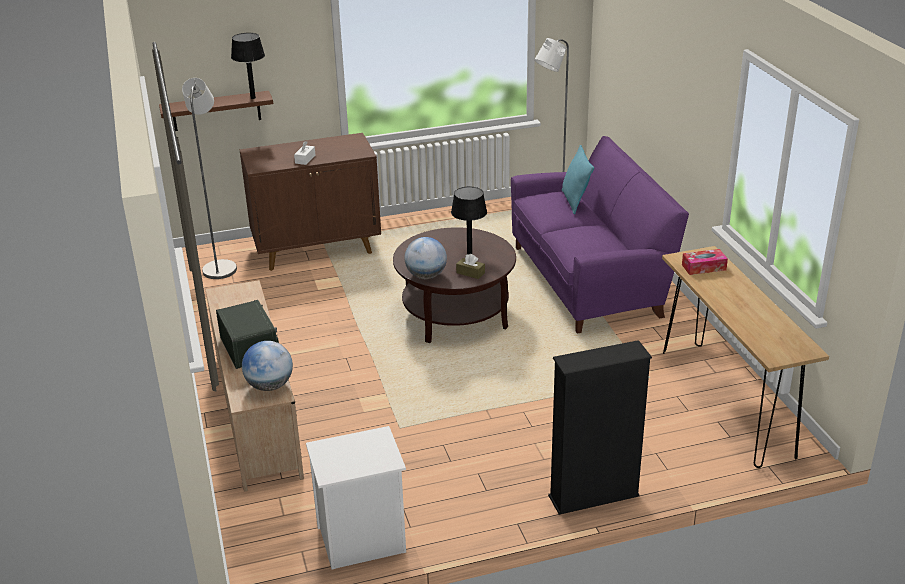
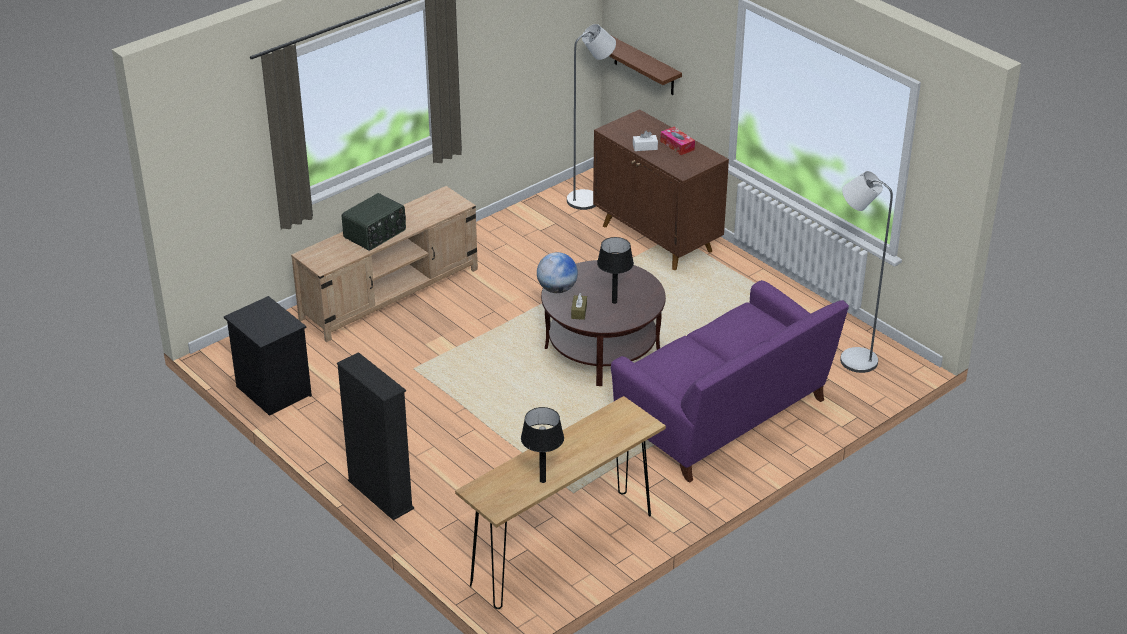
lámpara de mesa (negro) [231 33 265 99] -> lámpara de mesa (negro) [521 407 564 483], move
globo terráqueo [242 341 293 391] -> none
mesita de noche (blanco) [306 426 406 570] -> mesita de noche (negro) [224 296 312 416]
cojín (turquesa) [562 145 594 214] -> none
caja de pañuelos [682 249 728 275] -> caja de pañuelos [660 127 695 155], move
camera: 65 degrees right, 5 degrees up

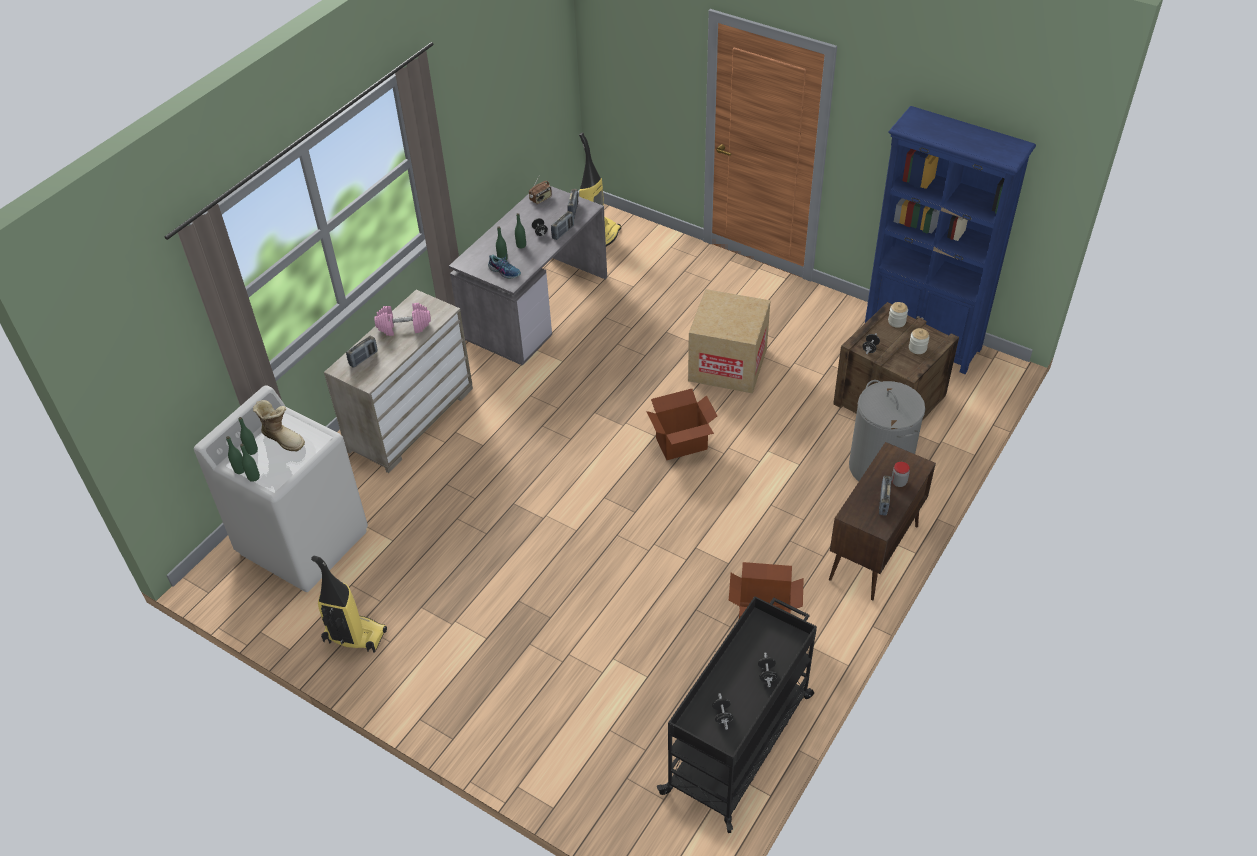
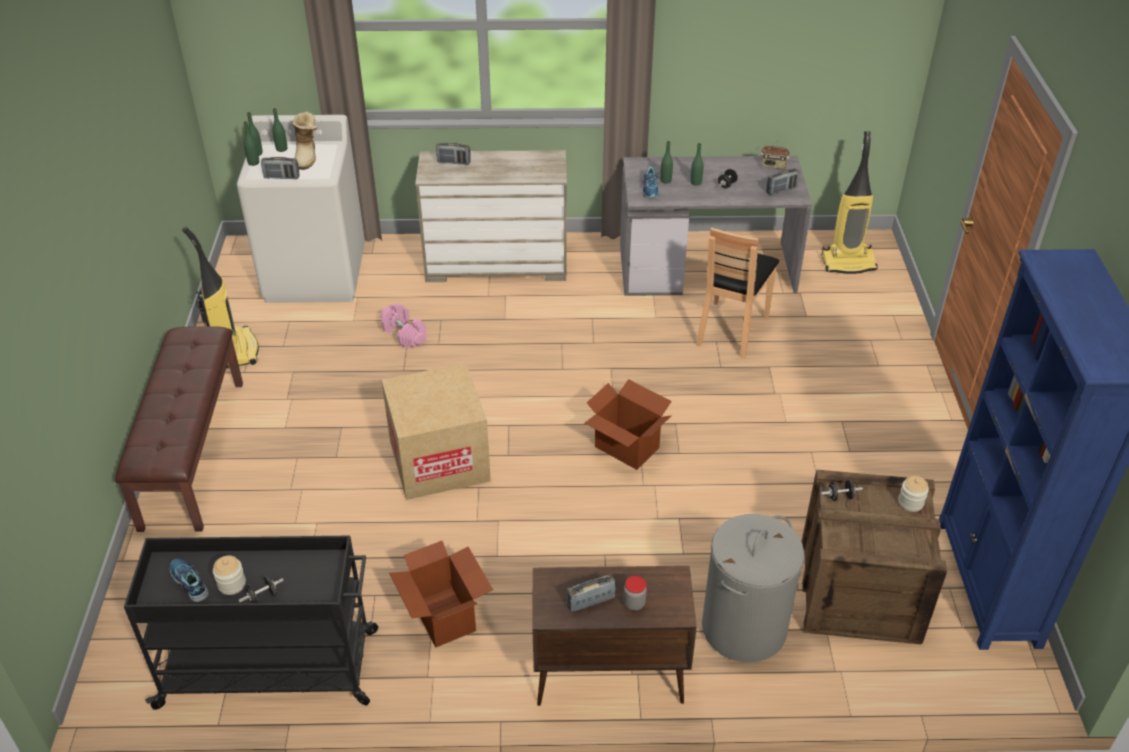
mancuerna (rosa) [374 303 431 336] -> mancuerna (rosa) [381 303 427 348], move
radio [551 211 574 240] -> radio [261 157 300 179], move
caja de cartón [688 289 771 393] -> caja de cartón [382 363 491 500], move
mancuerna (negro) [712 693 733 729] -> zapato [170 559 209 602]
tarro [909 328 929 354] -> tarro [213 555 246 595], move
none -> banco (marrón) [115 326 243 532]
none -> silla (marrón) [696 227 779 358]
camera: 55 degrees right, 5 degrees down

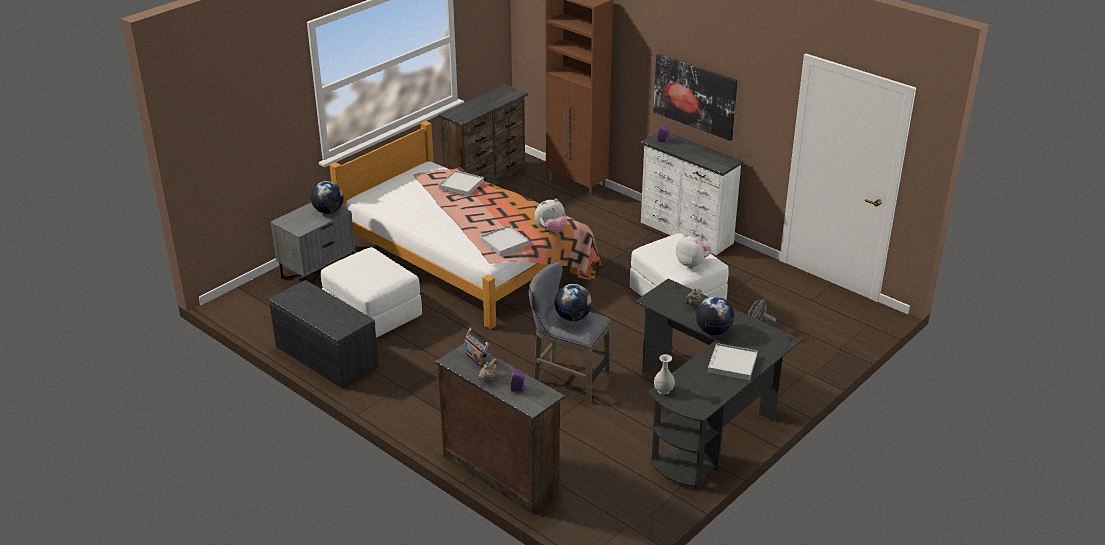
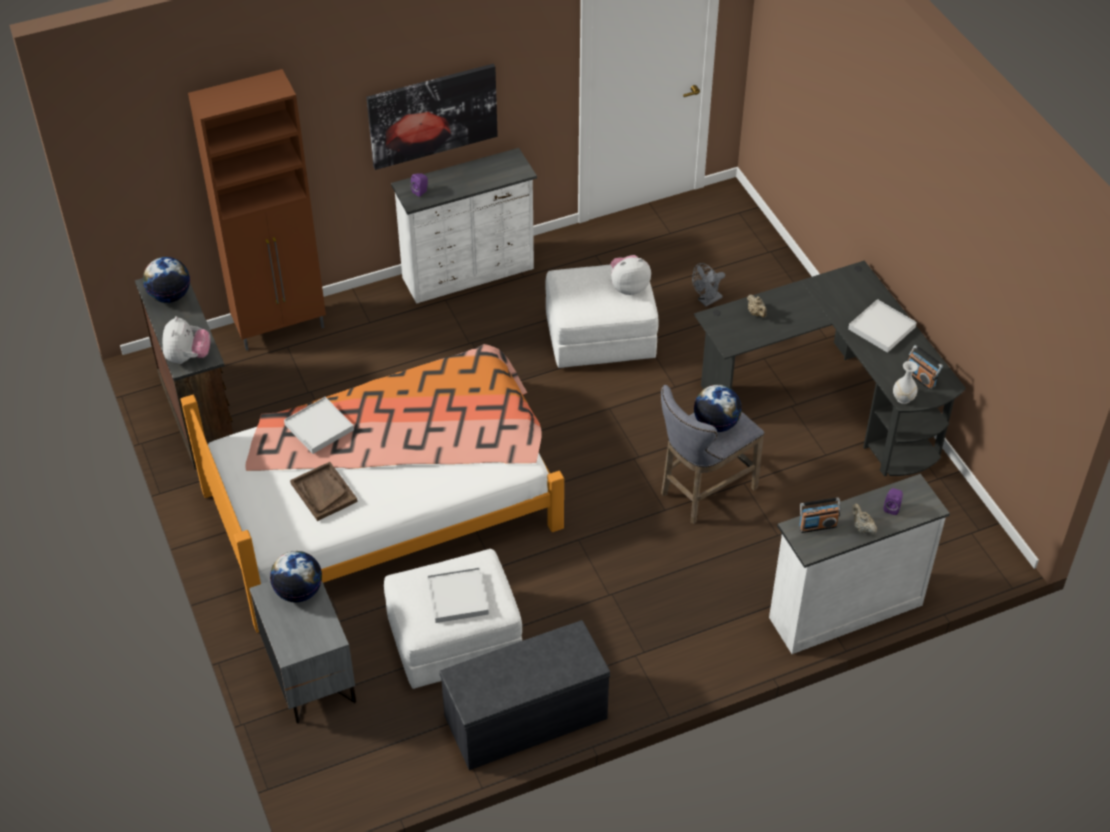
cómoda (marrón) [435 343 565 513] -> cómoda (blanco) [769 474 950 654]
bandeja (blanco) [480 225 530 256] -> bandeja (blanco) [427 567 489 623], move
peluche [535 199 567 234] -> peluche [163 316 210 364], move
globo terráqueo [695 297 734 335] -> globo terráqueo [143 257 190 303], move
none -> bandeja (marrón) [290 462 358 521]
none -> radio [905 345 943 390]
camera: 65 degrees left, 15 degrees up

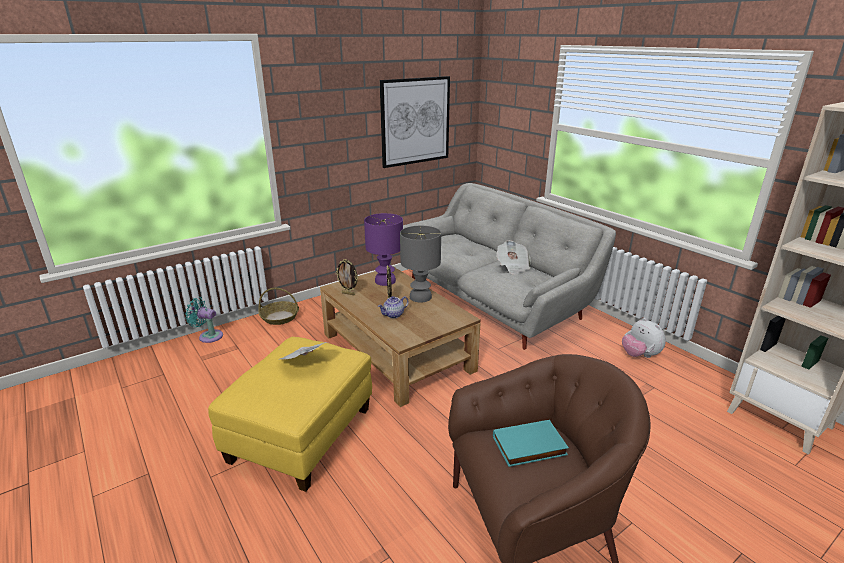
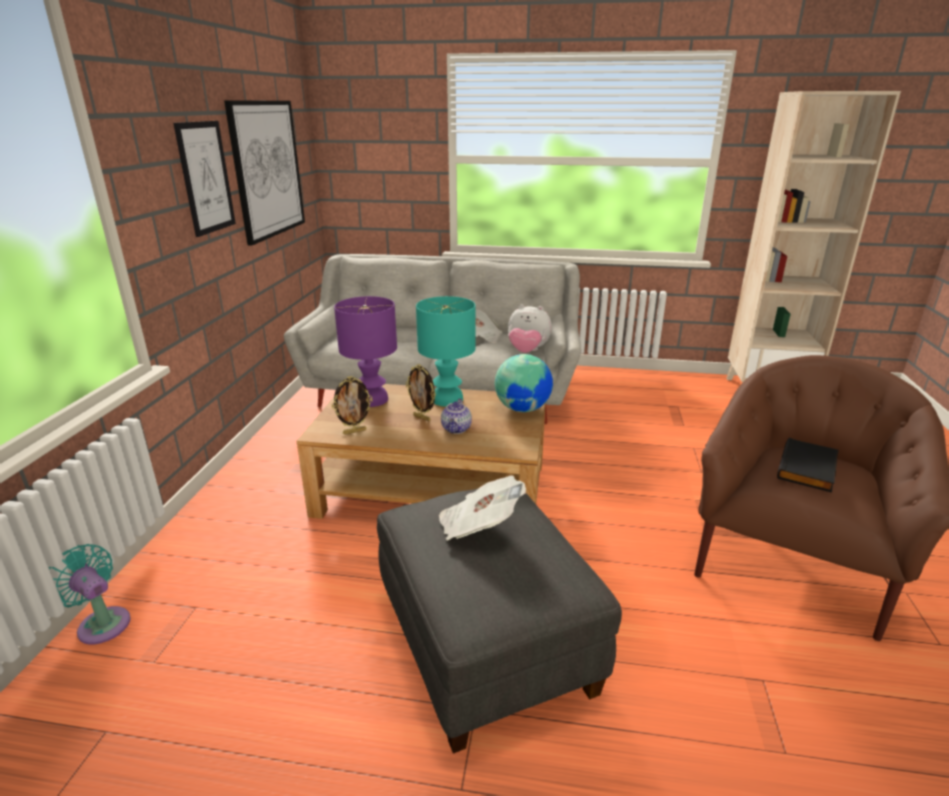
ventilador (turquesa) [185 297 223 343] -> ventilador (turquesa) [49 544 131 644], 60 degrees clockwise
puf (amarillo) [208 337 372 492] -> puf (gris) [377 489 622 754]
cesta [258 288 299 325] -> none
lámpara de mesa (gris) [400 226 441 303] -> lámpara de mesa (turquesa) [416 296 476 407]
libro (turquesa) [493 420 569 467] -> libro (negro) [777 438 839 493]
peluche [622 318 666 358] -> peluche [508 304 552 353], move
none -> cuadro [173 121 236 237]
none -> globo terráqueo [495 354 553 412]
camera: 45 degrees left, 0 degrees up

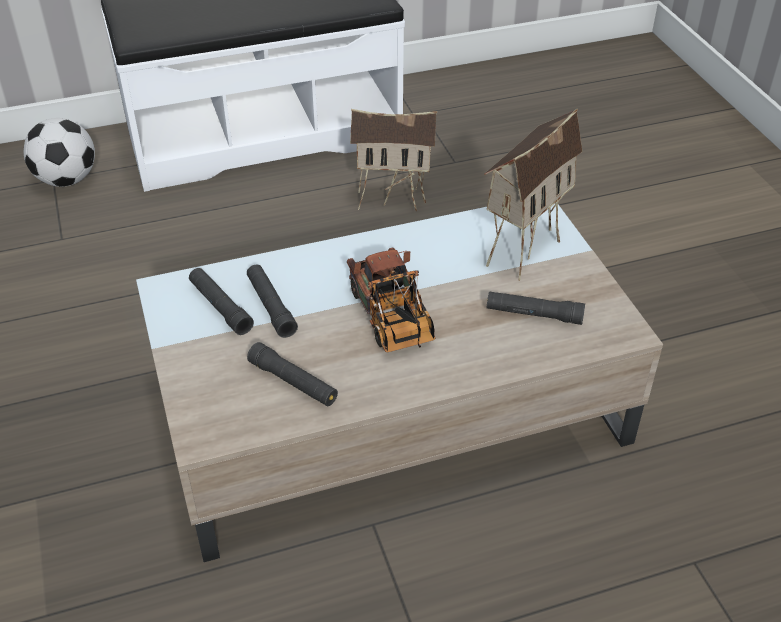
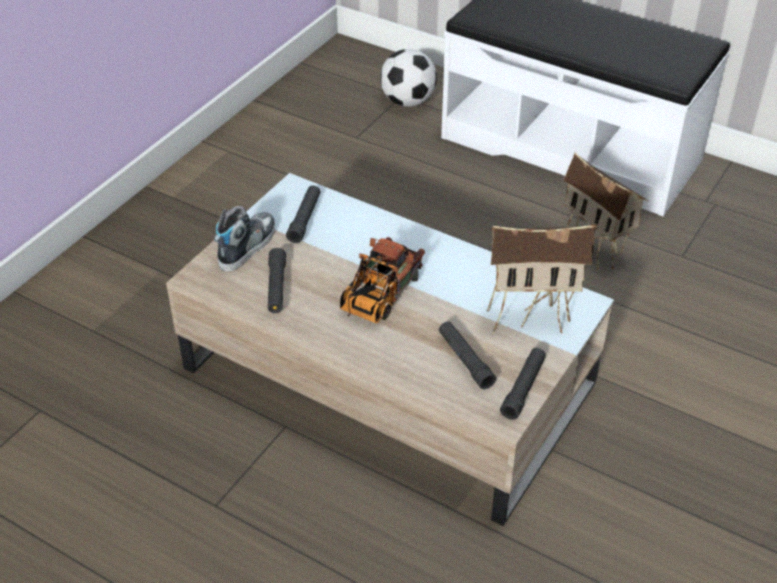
linterna (negro) [247 265 298 338] -> linterna (negro) [500 348 546 420], move
none -> zapato [214 206 275 272]
camera: 50 degrees right, 0 degrees up

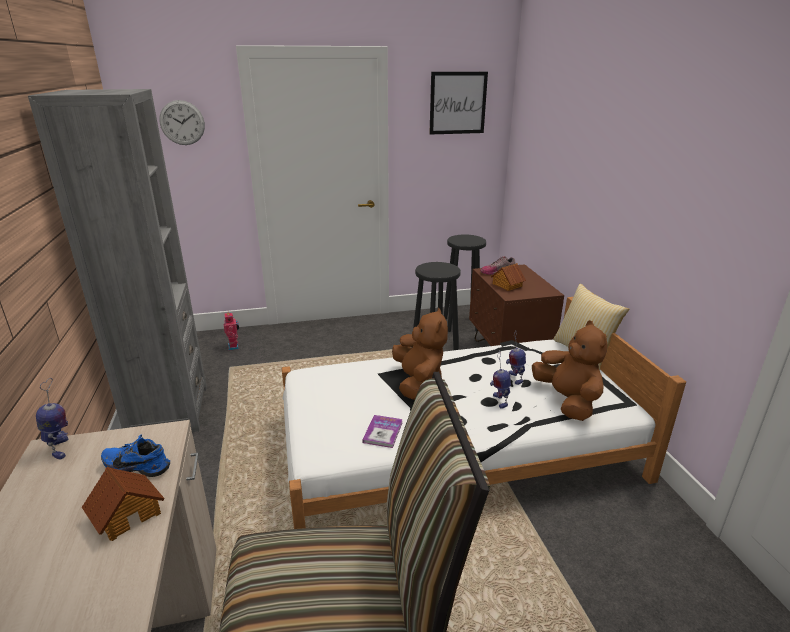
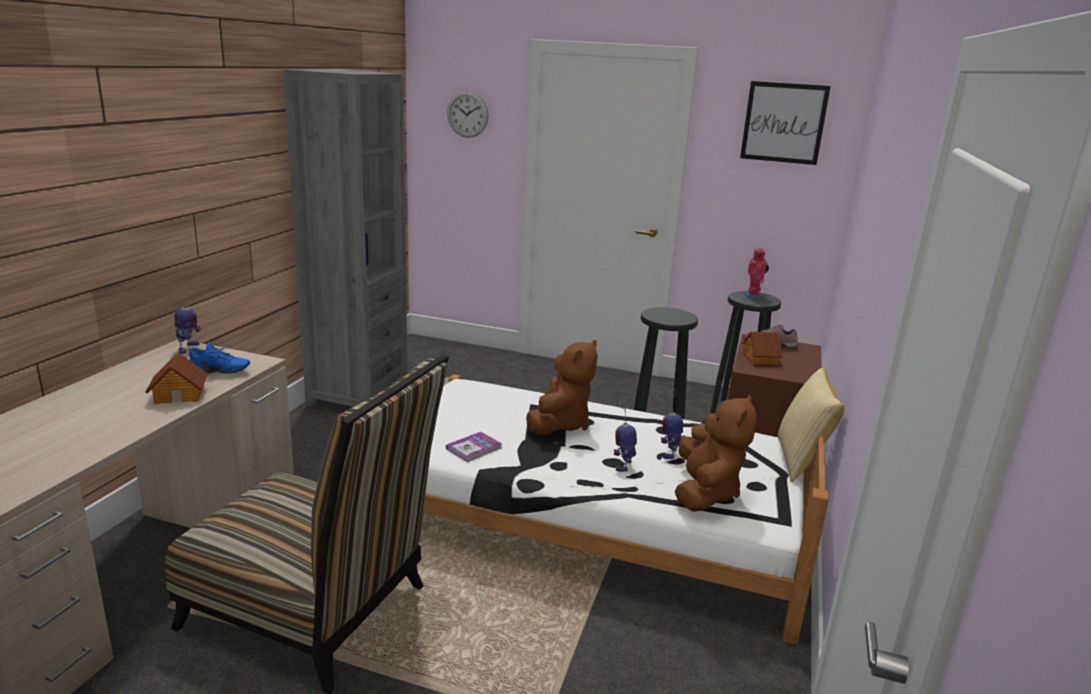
zapato (azul) [101 434 170 477] -> zapato (azul) [189 342 250 374], 135 degrees clockwise
robot de juguete [224 313 239 351] -> robot de juguete [745 247 769 299], move
camera: 30 degrees right, 5 degrees down

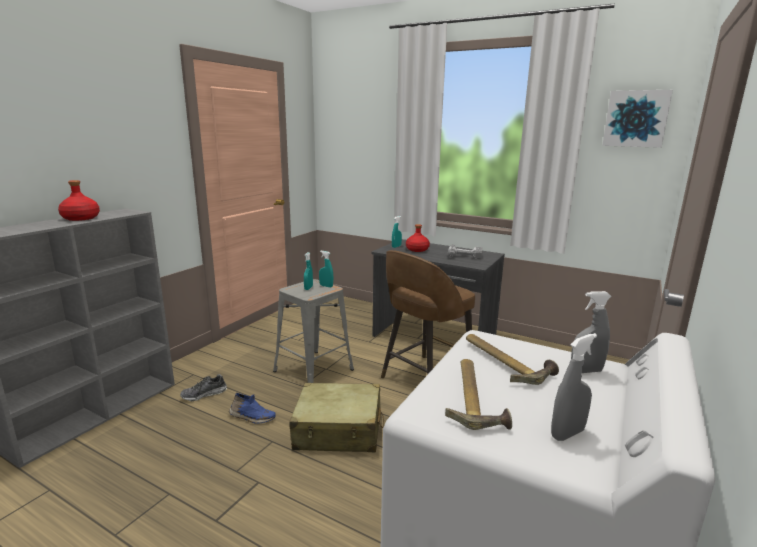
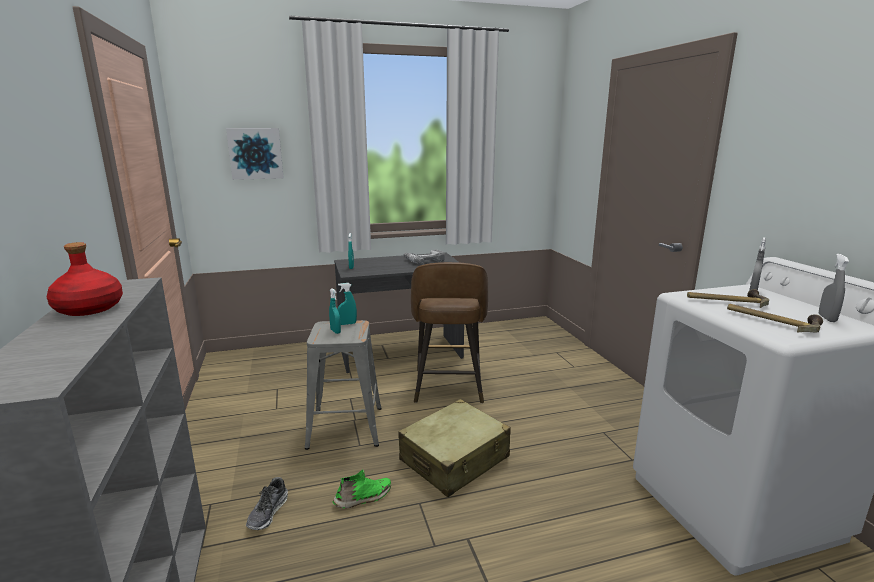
zapato (azul) [229 393 276 424] -> zapato (verde) [332 469 391 508]
botella (rojo) [406 224 430 252] -> none
cuadro [602 90 673 148] -> cuadro [226 128 284 180], move
camera: 45 degrees left, 0 degrees up

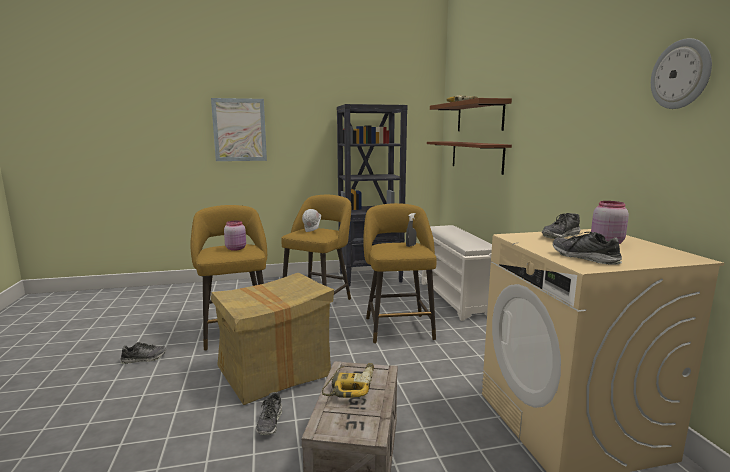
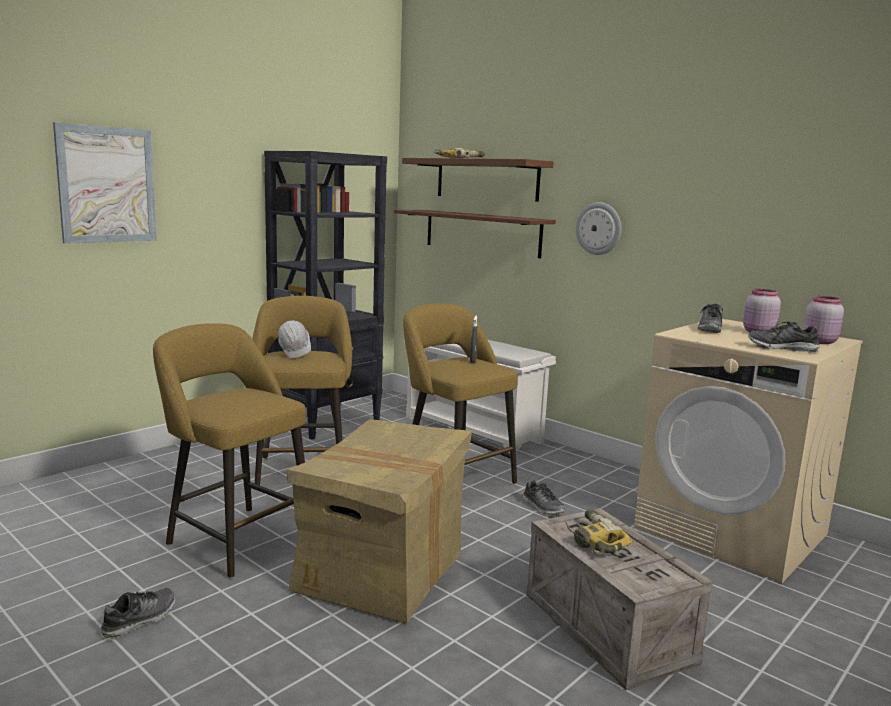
tarro (rosa) [224 221 246 251] -> tarro (rosa) [803 296 844 344], move
zapato [256 392 282 435] -> zapato [522 480 566 516], move
reloj de pared [651 38 712 109] -> reloj de pared [576 202 621 255], move
camera: 35 degrees left, 0 degrees up

